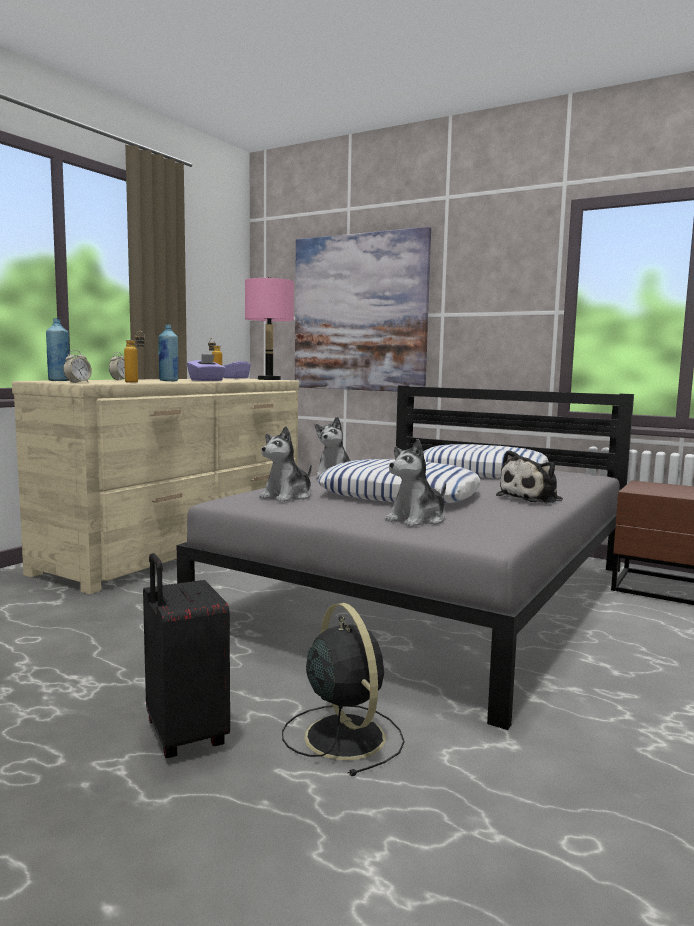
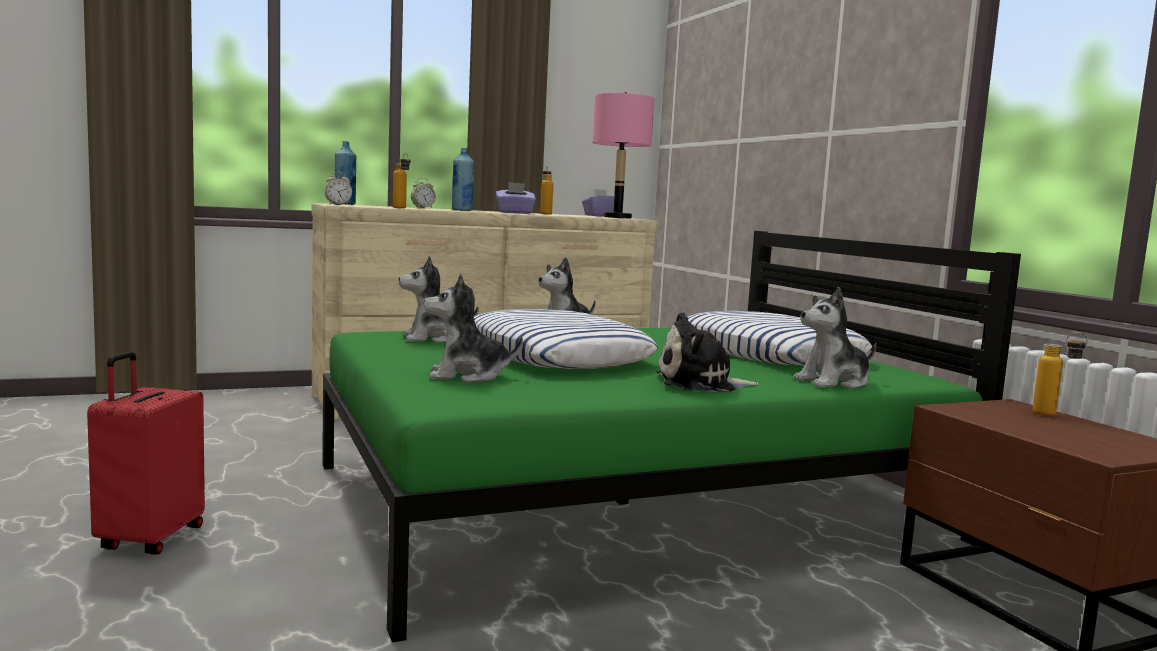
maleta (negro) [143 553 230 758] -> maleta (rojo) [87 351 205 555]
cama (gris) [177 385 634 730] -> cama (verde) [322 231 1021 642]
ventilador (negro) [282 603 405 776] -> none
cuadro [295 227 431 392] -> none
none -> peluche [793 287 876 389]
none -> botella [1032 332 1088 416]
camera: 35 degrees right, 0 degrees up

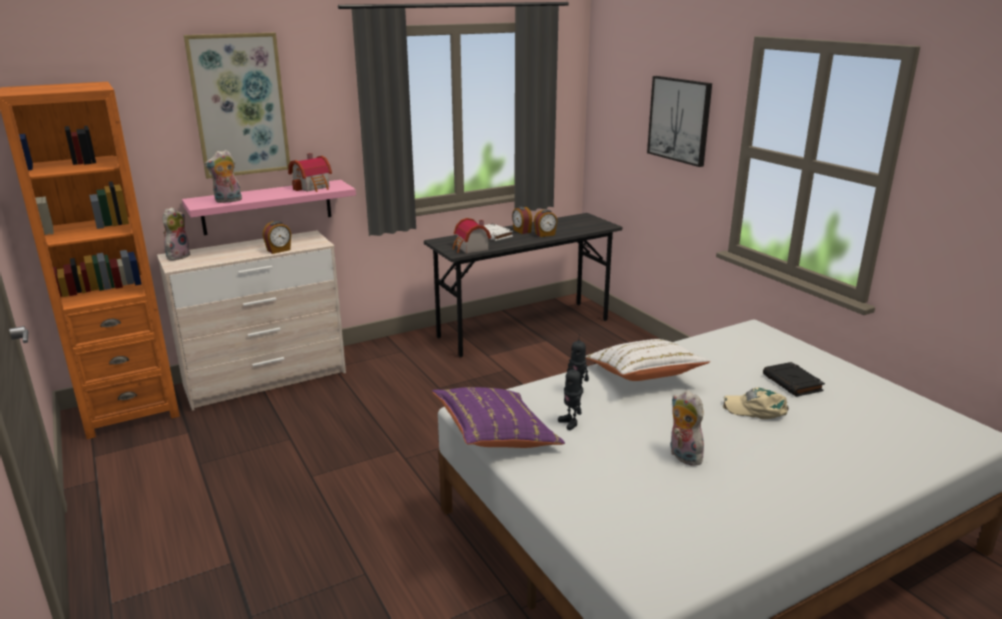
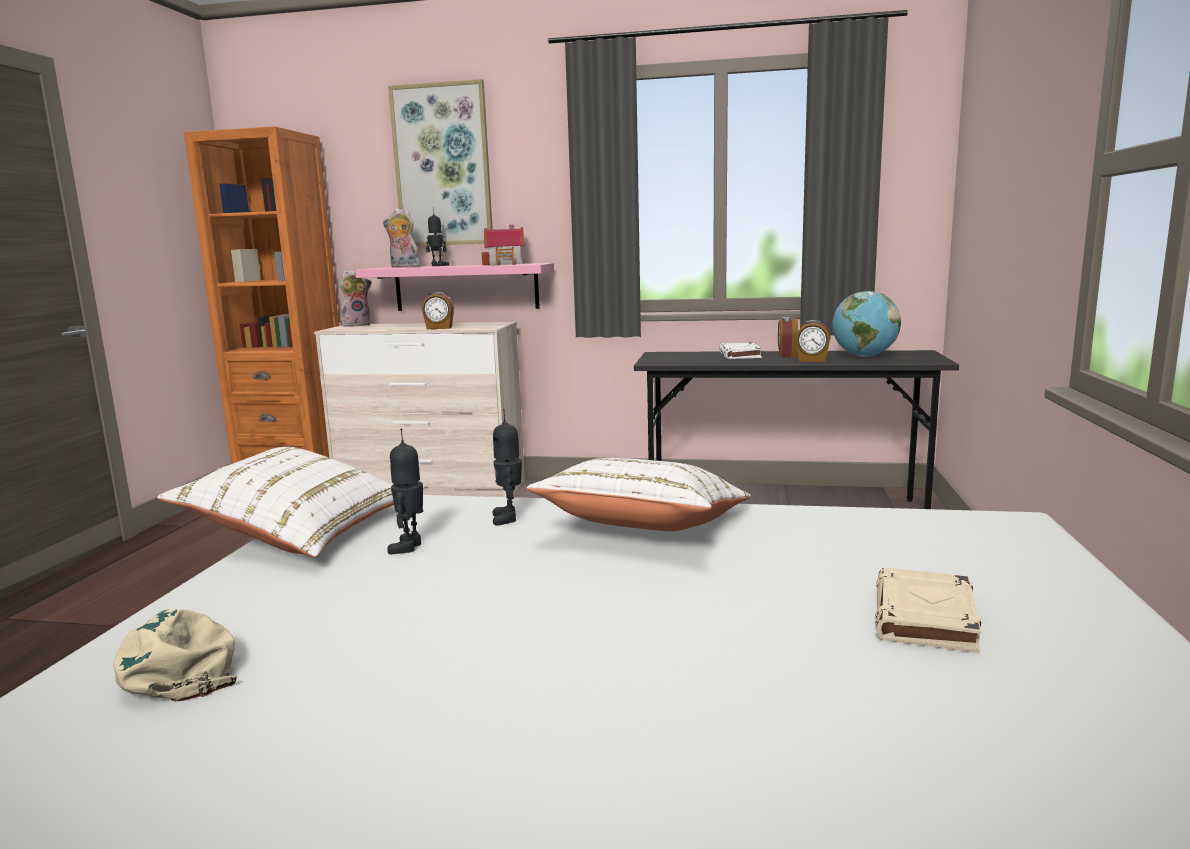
cojín (morado) [432 387 565 448] -> cojín (blanco) [157 447 394 558]
casita [453 218 491 253] -> none
cuadro [647 76 712 167] -> none
peluche [670 390 704 466] -> none
gorra (beis) [723 387 789 419] -> gorra (beis) [113 609 237 701], move
libro (negro) [763 362 825 397] -> libro (beis) [875 567 981 653]
none -> robot de juguete [426 208 449 266]
none -> globo terráqueo [832 291 901 357]
camera: 40 degrees right, 10 degrees down

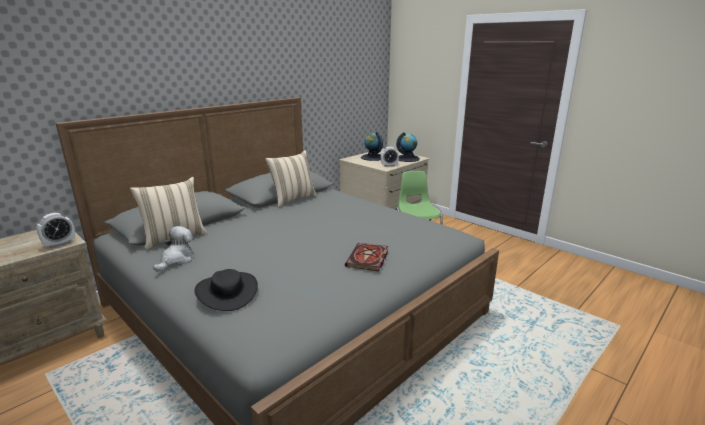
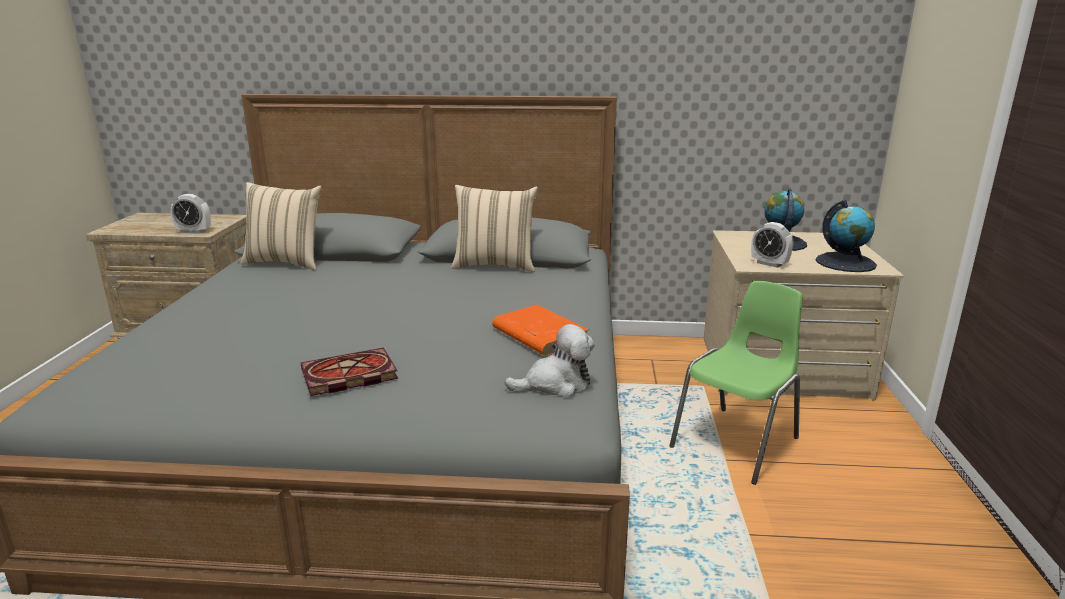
peluche [153 226 194 272] -> peluche [505 324 595 397], move
sombrero (negro) [194 269 258 311] -> none
none -> libro (naranja) [492 305 589 356]
camera: 50 degrees right, 0 degrees up

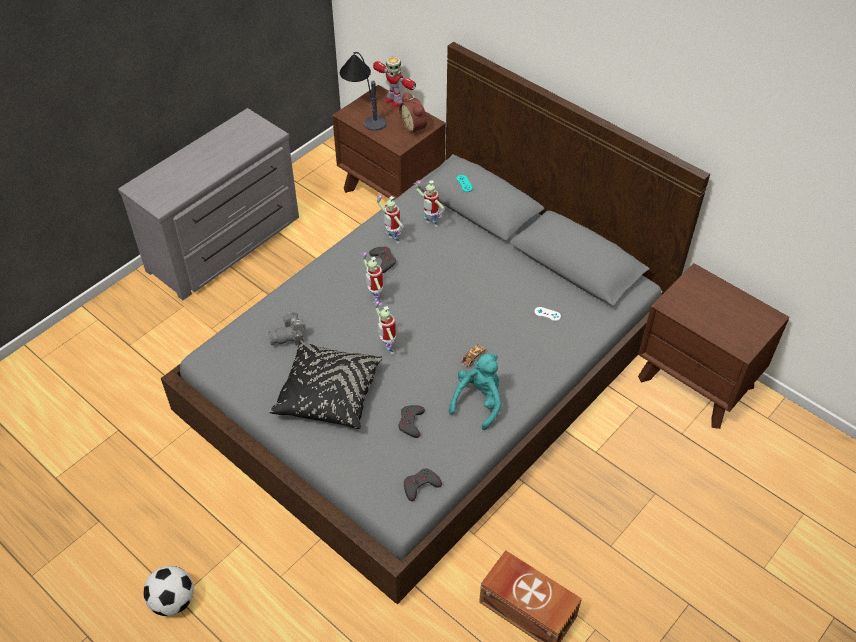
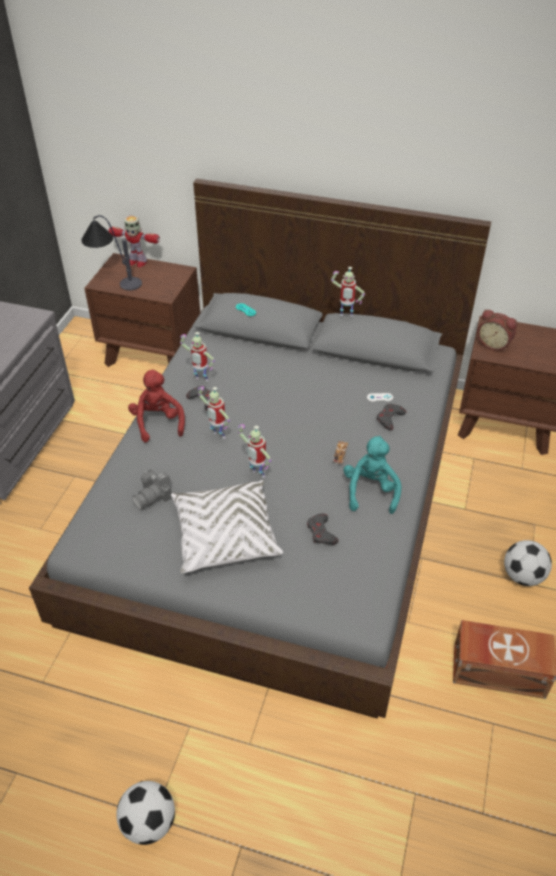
cojín (negro) [269 340 383 429] -> cojín (blanco) [171 480 283 573]
despertador [399 92 427 135] -> despertador [477 309 517 351], move
mando de consola (gris) [404 469 442 501] -> mando de consola (gris) [377 404 406 430], move
robot de juguete [415 180 445 227] -> robot de juguete [331 267 365 317], move
none -> peluche (rojo) [128 370 185 443]
none -> balón de fútbol [504 540 552 586]
camera: 25 degrees left, 5 degrees down

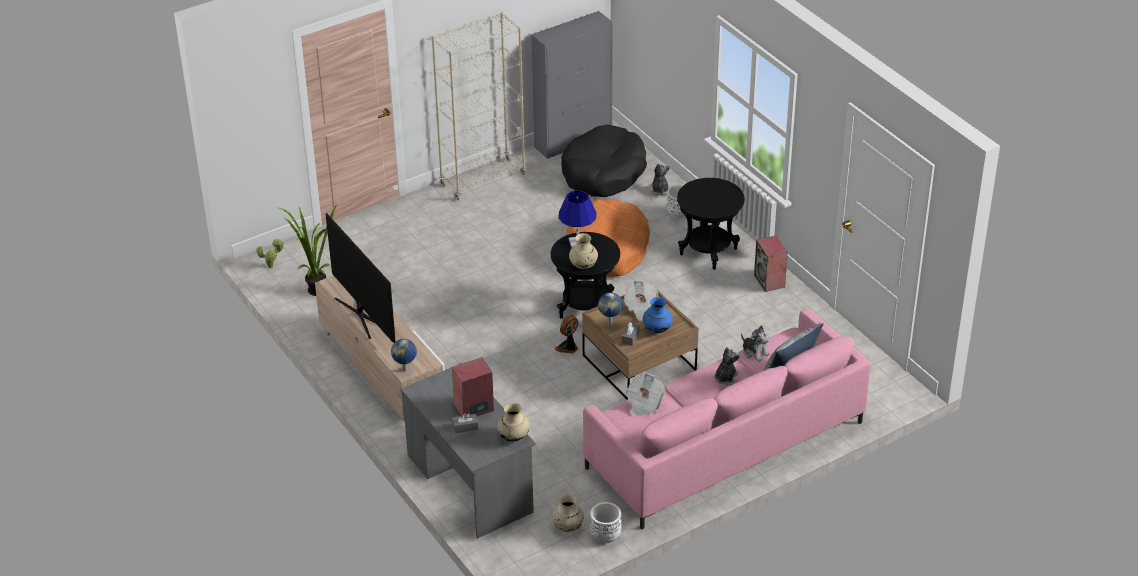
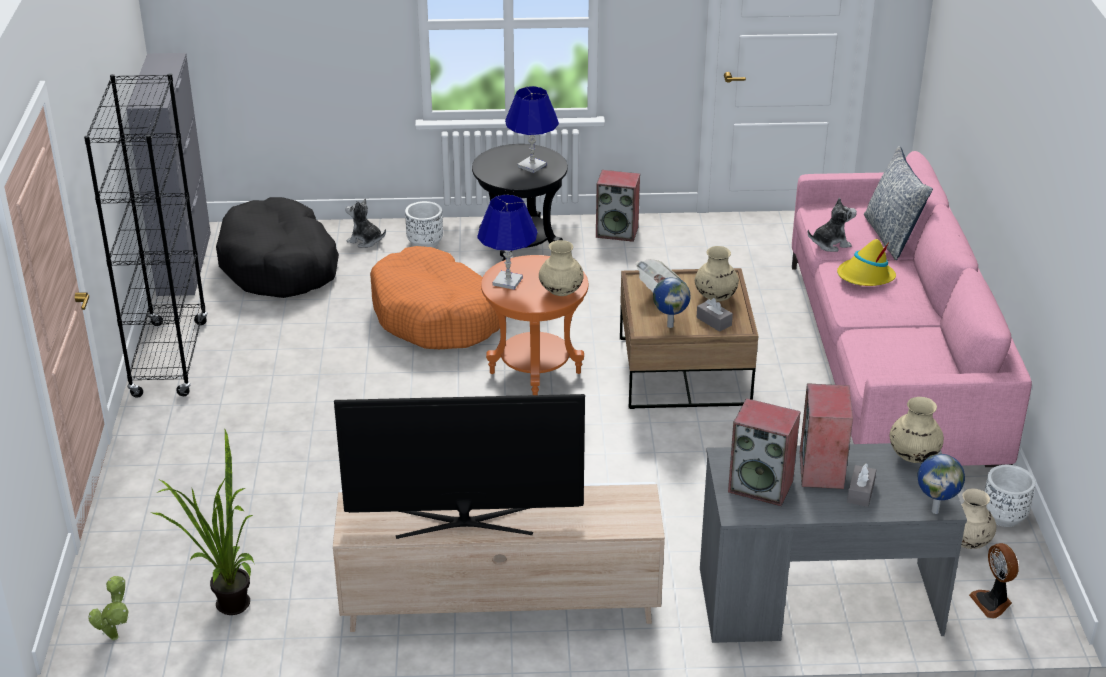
globo terráqueo [391 339 417 371] -> globo terráqueo [917 454 965 514], move
estantería (beis) [431 12 526 200] -> estantería (negro) [84 73 208 398]
mesa auxiliar (negro) [551 232 620 318] -> mesa auxiliar (naranja) [481 255 589 395]
ventilador [555 315 579 354] -> ventilador [969 543 1019 618], move
periódico [626 373 665 417] -> none
florero (azul) [643 297 673 334] -> florero (beis) [695 246 739 302]
peluche [714 347 740 386] -> sombrero (amarillo) [837 239 896 286]
none -> lámpara de mesa (azul) [505 86 559 173]
none -> altavoz [728 398 801 506]
camera: 60 degrees left, 5 degrees down

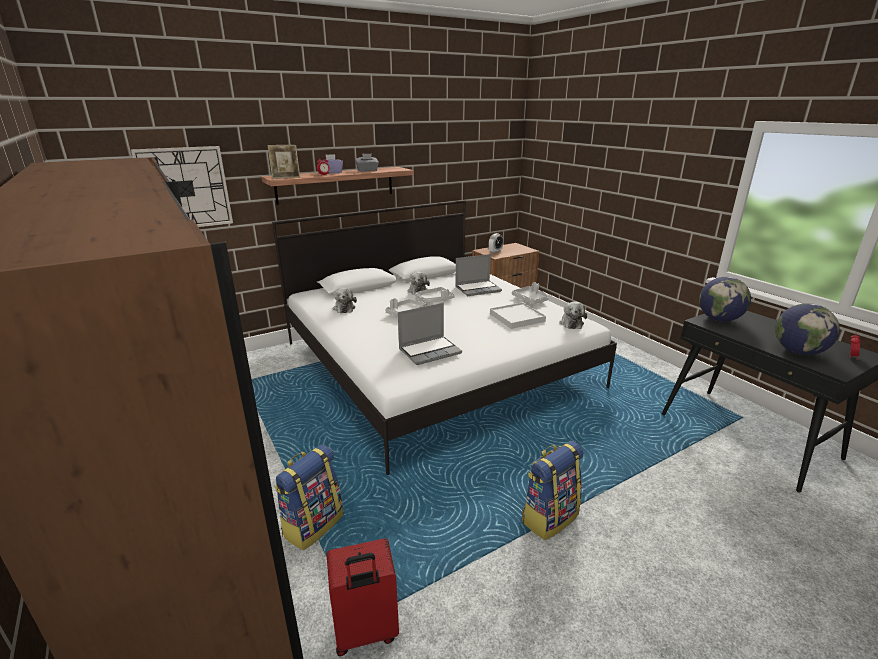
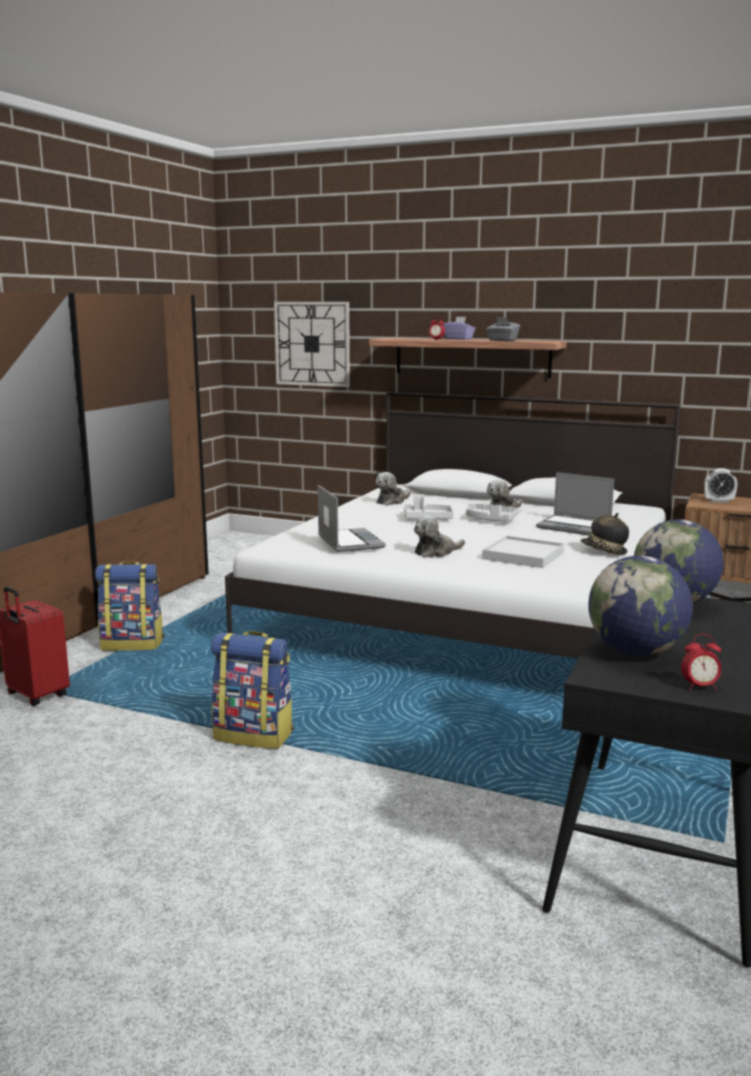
portarretratos [268 145 300 179] -> none
portátil [398 303 462 365] -> portátil [318 485 386 552], 135 degrees counterclockwise
bandeja (gris) [512 282 549 304] -> sombrero [581 513 629 555]
peluche [559 301 587 329] -> peluche [414 515 465 558], move
camera: 55 degrees right, 10 degrees down

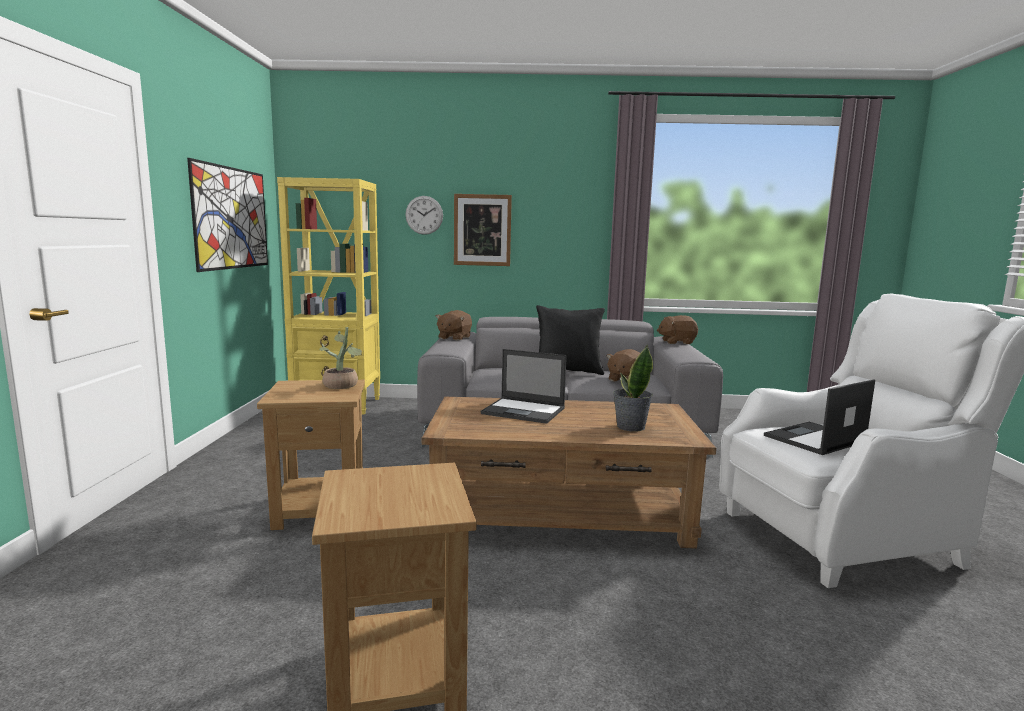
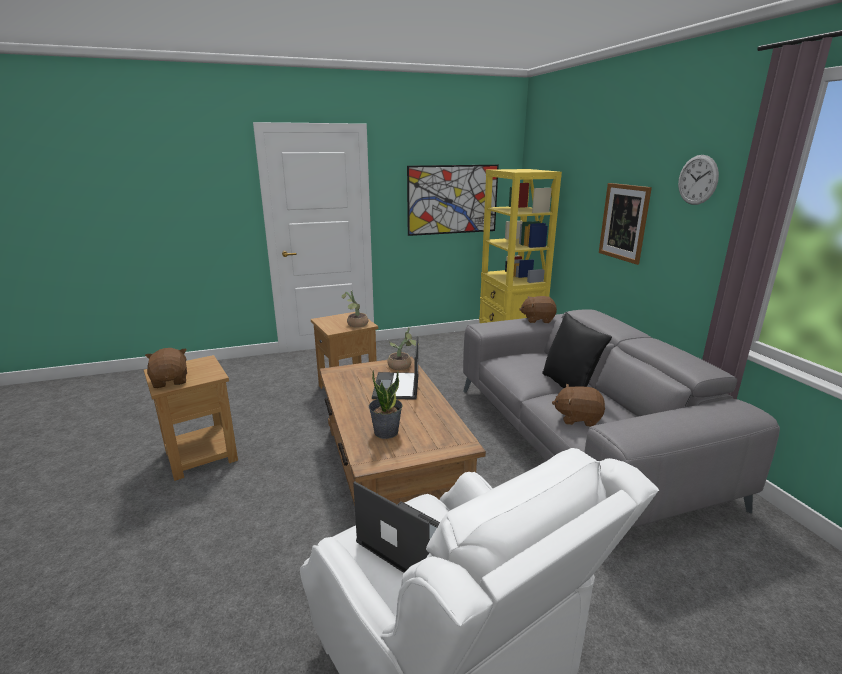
reloj de pared [405 196 443 235] -> reloj de pared [678 155 719 205], move
peluche (marrón) [657 315 698 344] -> peluche (marrón) [145 348 187 388], move
none -> planta en maceta [387 327 420 370]
camera: 70 degrees right, 10 degrees up

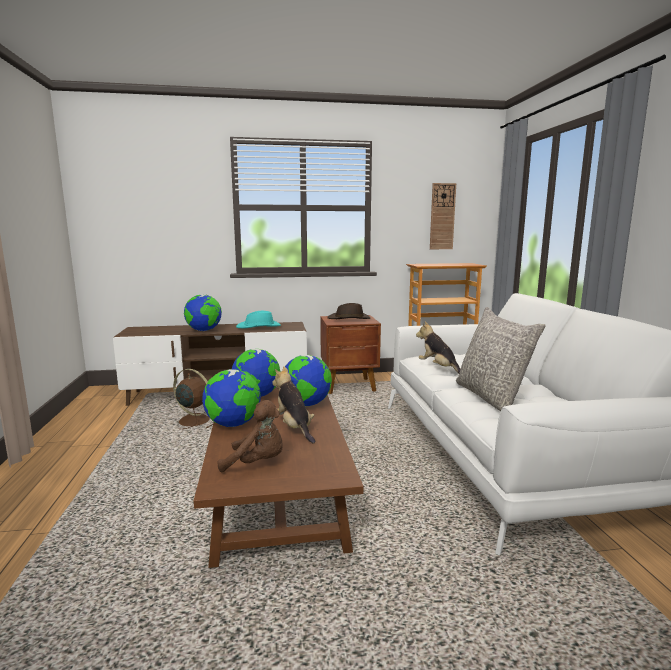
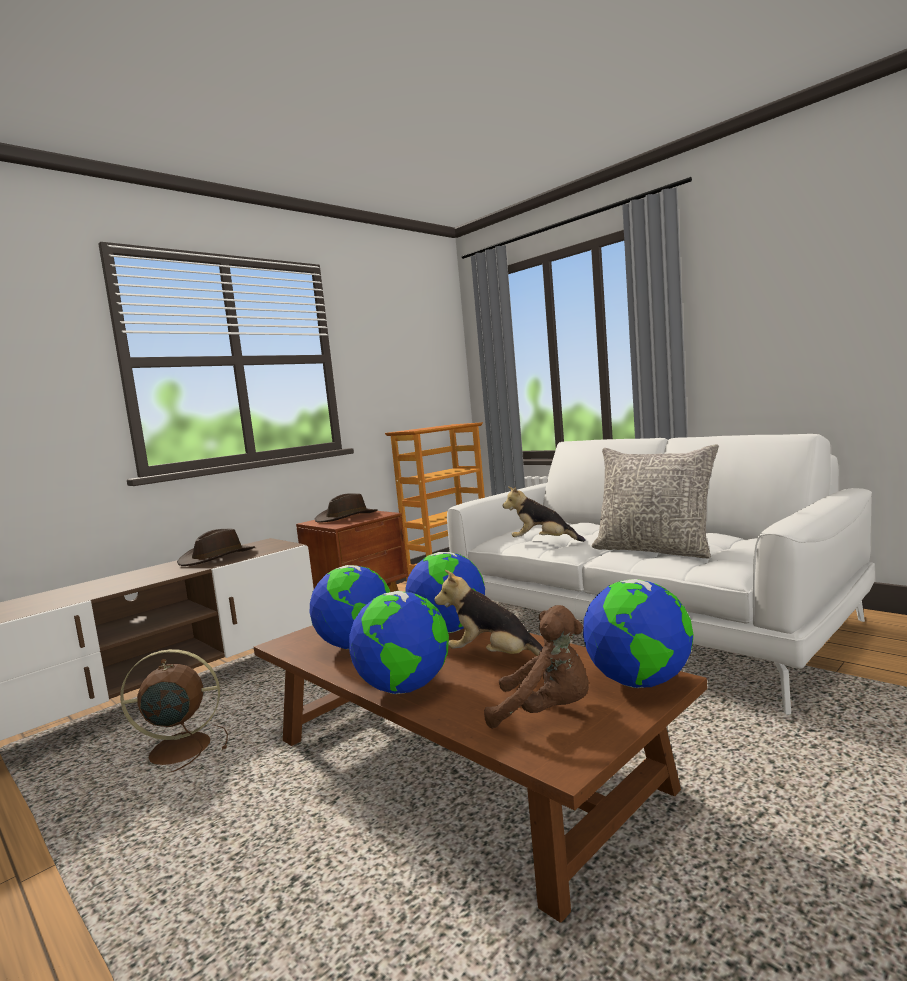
globo terráqueo [184 295 222 331] -> globo terráqueo [583 579 694 688], move
peluche (marrón) [218 400 283 472] -> peluche (marrón) [484 605 589 729], 45 degrees clockwise
sombrero (turquesa) [236 311 281 328] -> sombrero (marrón) [177 529 255 566]
reloj de pared [430 183 456 249] -> none
camera: 35 degrees left, 5 degrees down

